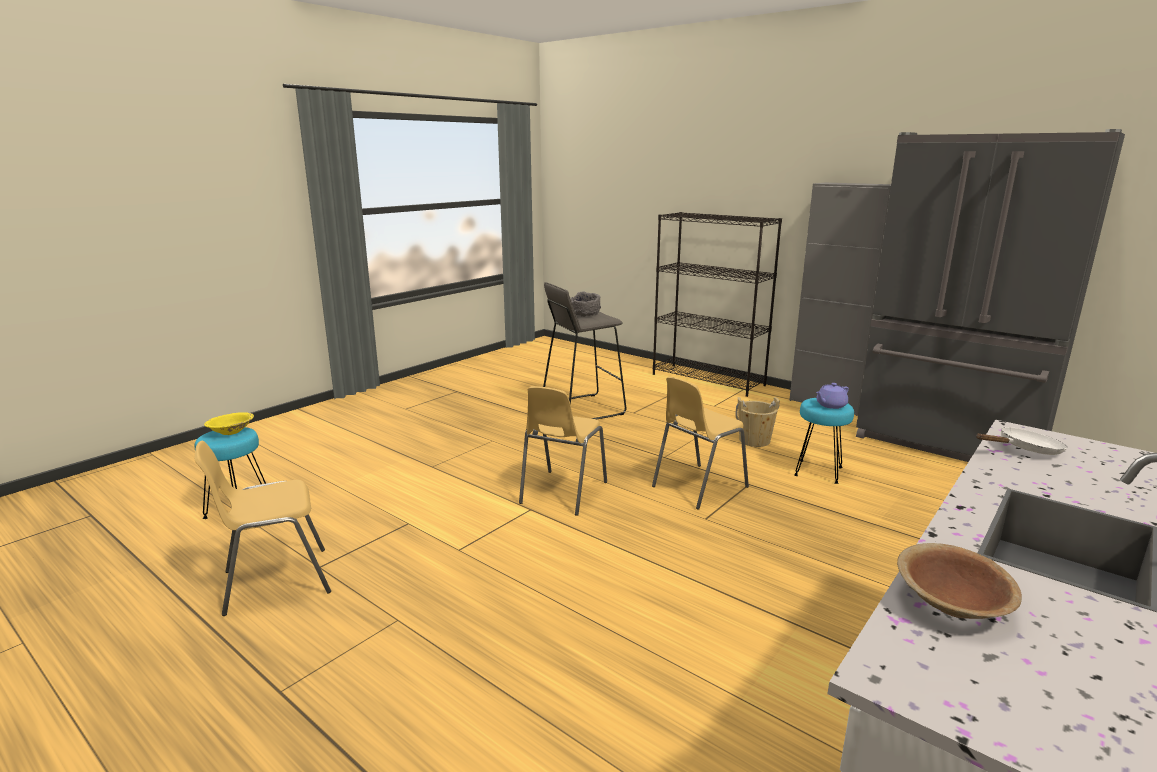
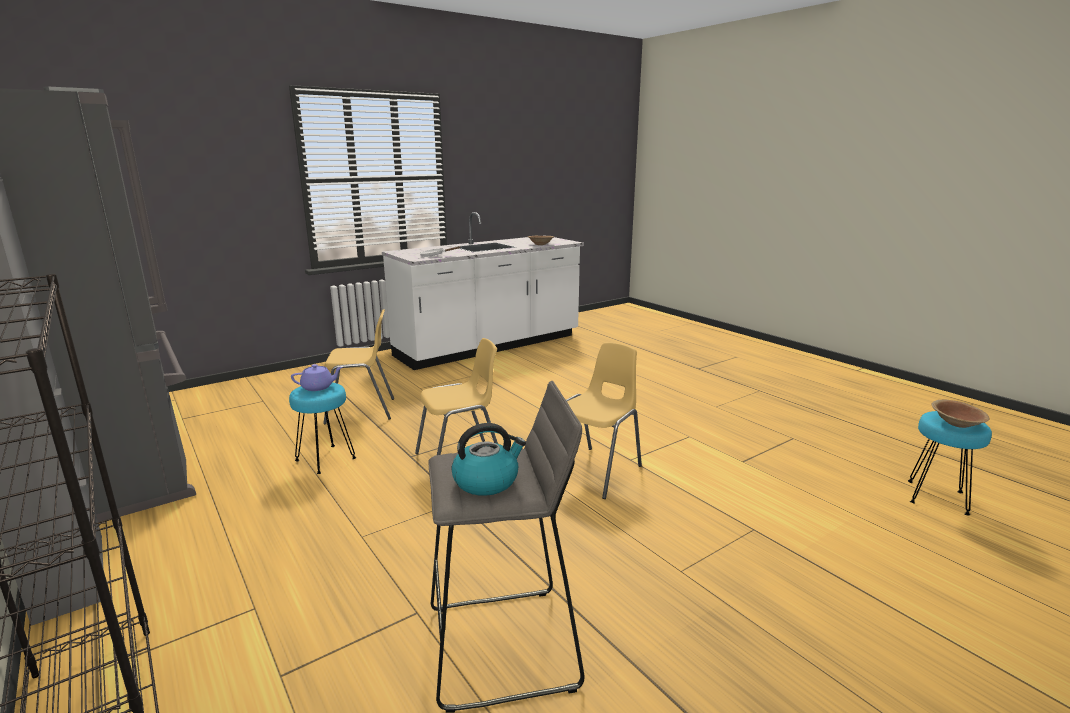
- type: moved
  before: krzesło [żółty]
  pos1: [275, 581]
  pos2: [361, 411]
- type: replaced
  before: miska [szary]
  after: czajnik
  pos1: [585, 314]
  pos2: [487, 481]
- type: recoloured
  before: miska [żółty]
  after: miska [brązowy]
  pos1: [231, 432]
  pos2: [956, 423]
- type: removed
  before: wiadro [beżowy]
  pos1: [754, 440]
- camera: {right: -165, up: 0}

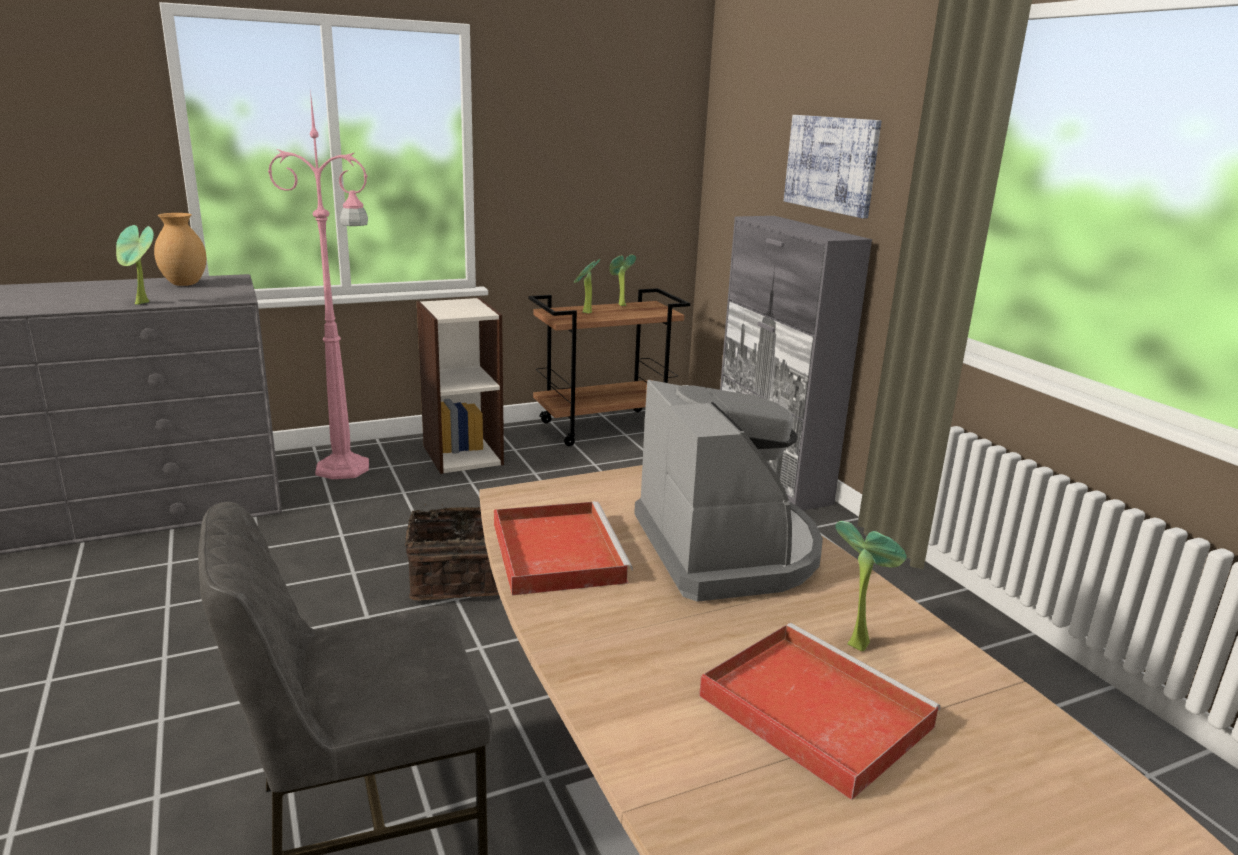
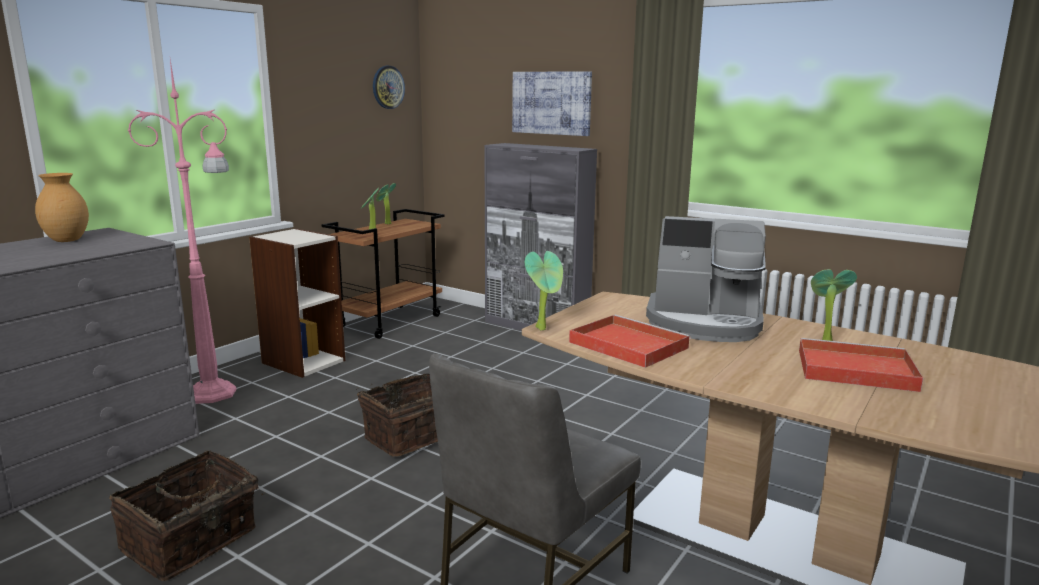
- type: added
  after: koszyk
  pos2: [192, 541]
- type: added
  after: zegar ścienny
  pos2: [388, 87]
- type: moved
  before: roślina doniczkowa
  pos1: [142, 304]
  pos2: [544, 328]
- type: turned
  before: ekspres do kawy
  pos1: [727, 549]
  pos2: [704, 323]
  turn: 150
- camera: {right: -30, up: -5}

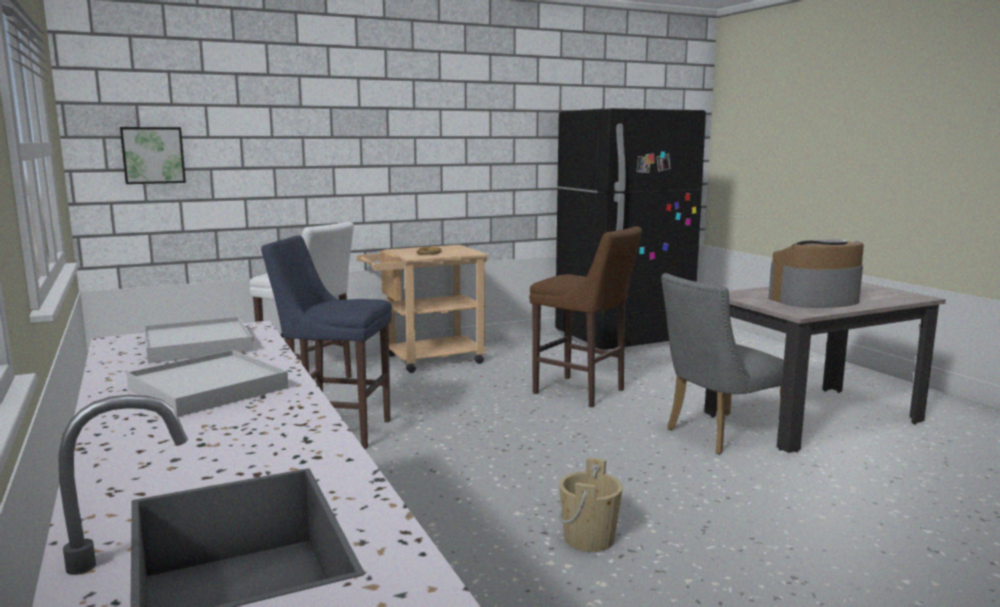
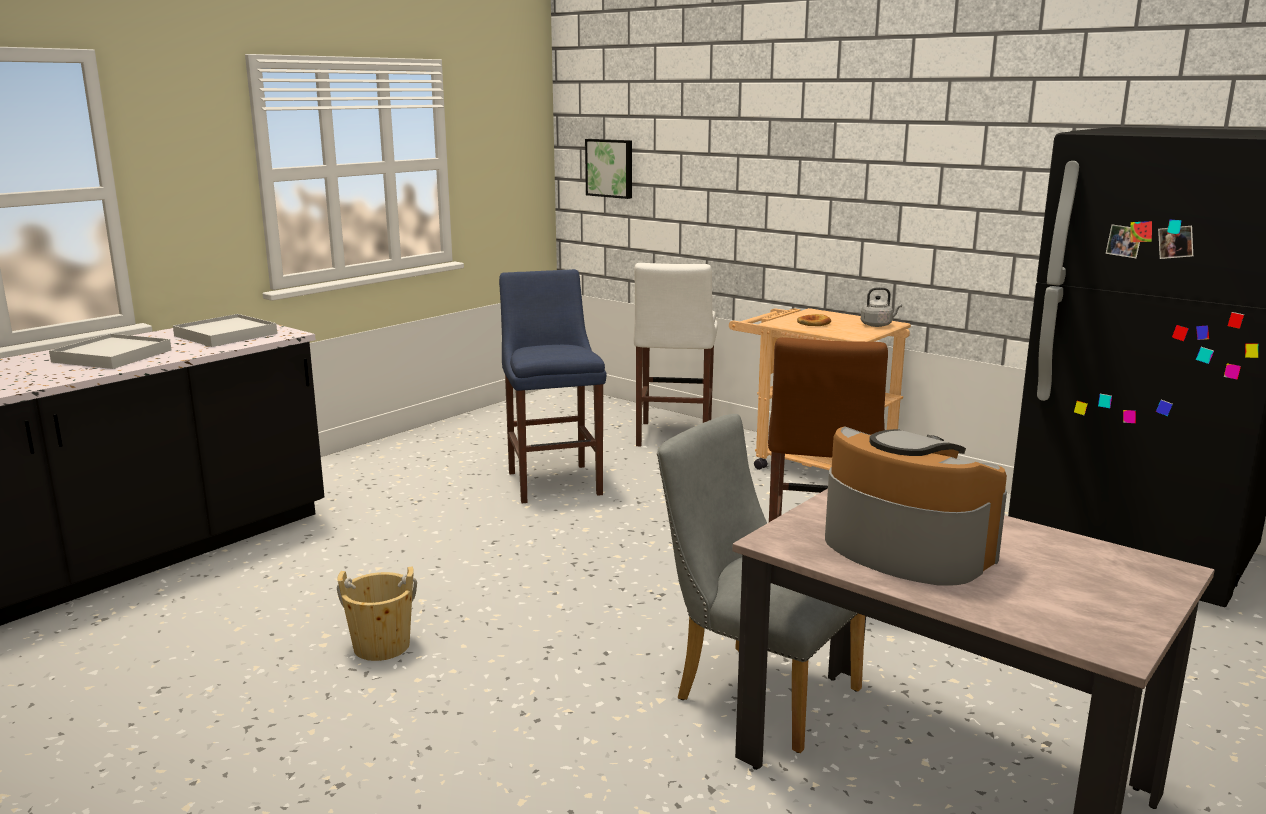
- type: added
  after: czajnik [szary]
  pos2: [878, 325]
- camera: {right: 65, up: 5}

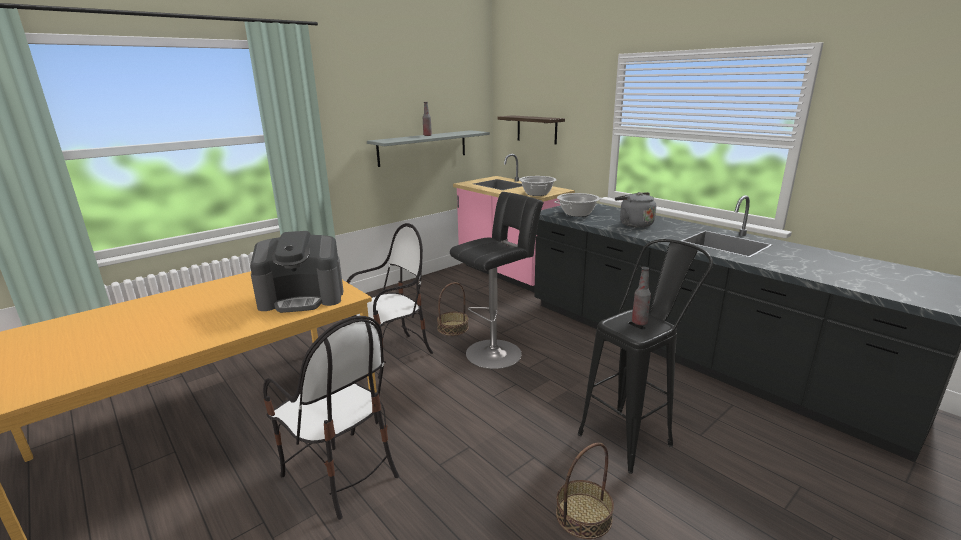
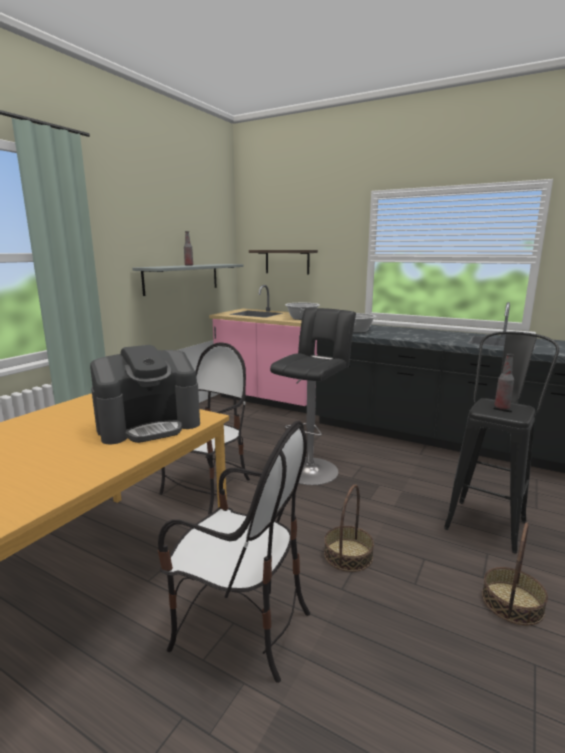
- type: moved
  before: koszyk
  pos1: [453, 328]
  pos2: [348, 555]
- type: removed
  before: czajnik [szary]
  pos1: [634, 224]
- camera: {right: -20, up: -5}

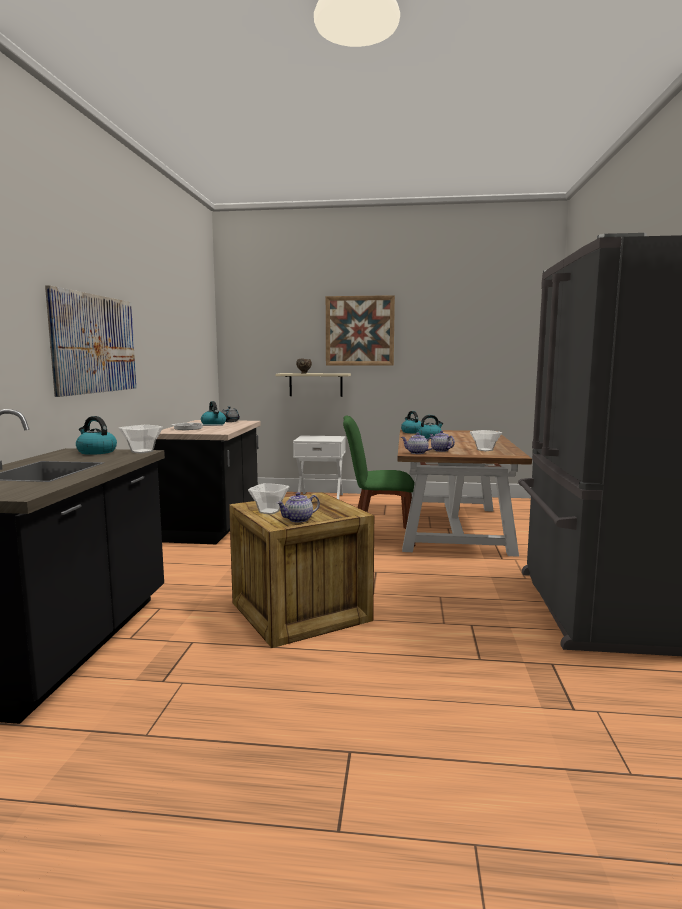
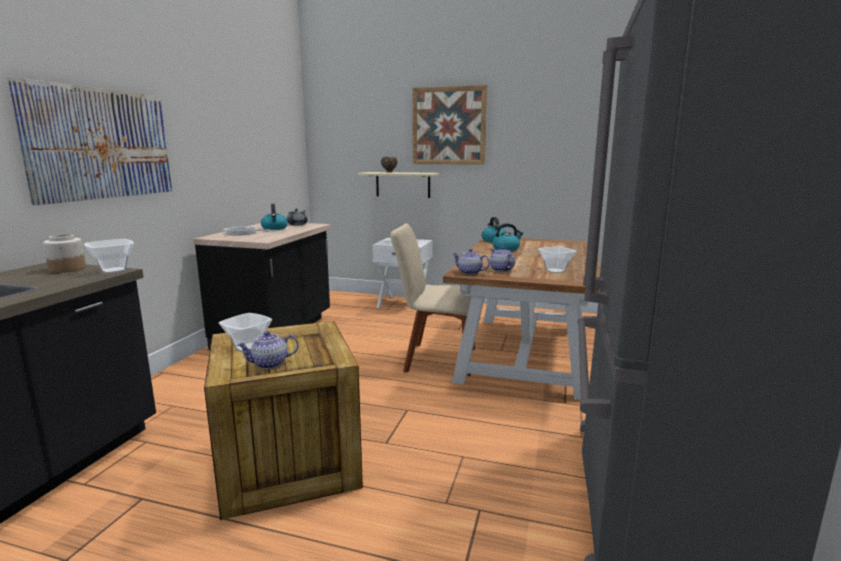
- type: replaced
  before: czajnik
  after: słoik
  pos1: [96, 452]
  pos2: [67, 269]
- type: recoloured
  before: krzesło [zielony]
  after: krzesło [beżowy]
  pos1: [378, 537]
  pos2: [436, 359]
- camera: {right: 10, up: 5}

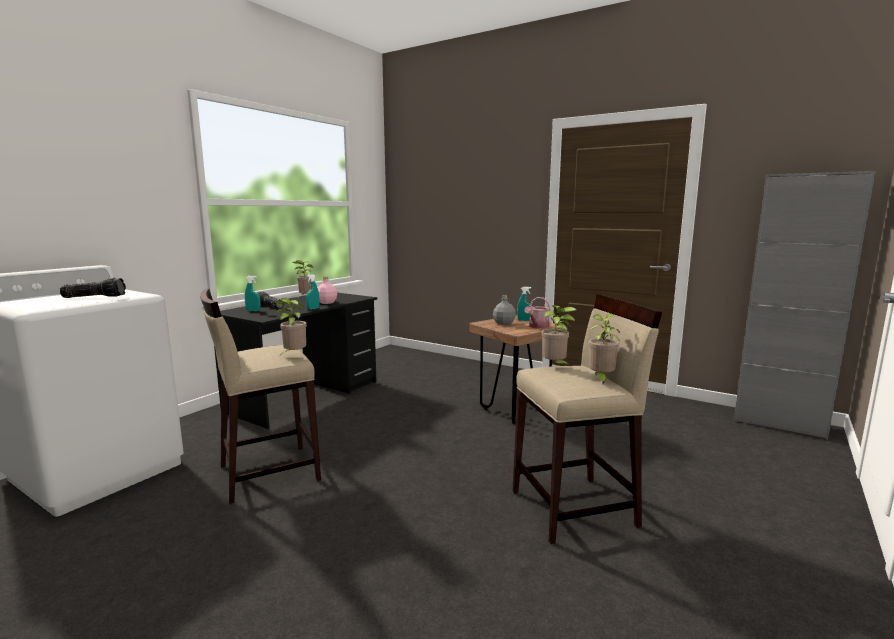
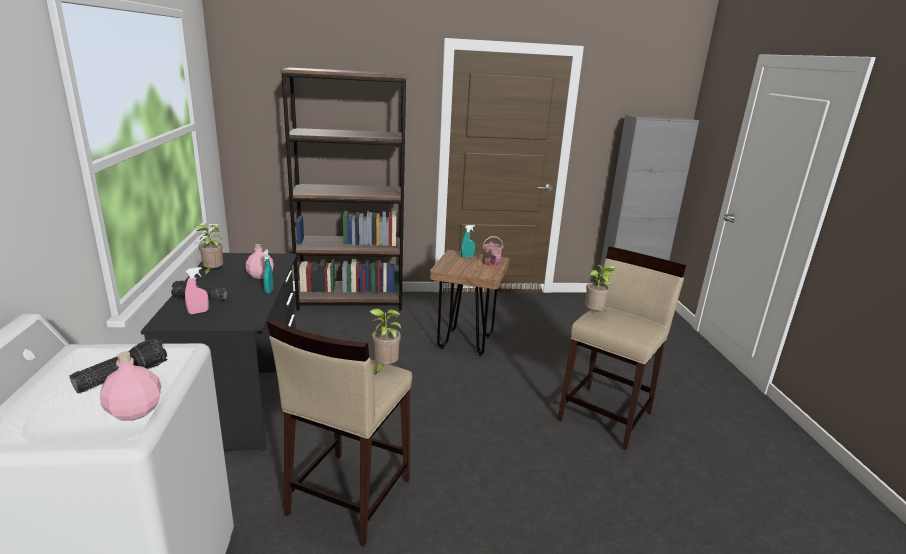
- type: added
  after: butelka [różowy]
  pos2: [134, 411]
- type: recoloured
  before: spryskiwacz [turkusowy]
  after: spryskiwacz [różowy]
  pos1: [253, 310]
  pos2: [198, 312]
- type: added
  after: regał [brązowy]
  pos2: [351, 301]
- type: removed
  before: butelka [szary]
  pos1: [503, 323]
- type: removed
  before: roślina doniczkowa
  pos1: [601, 379]
- camera: {right: -40, up: 10}

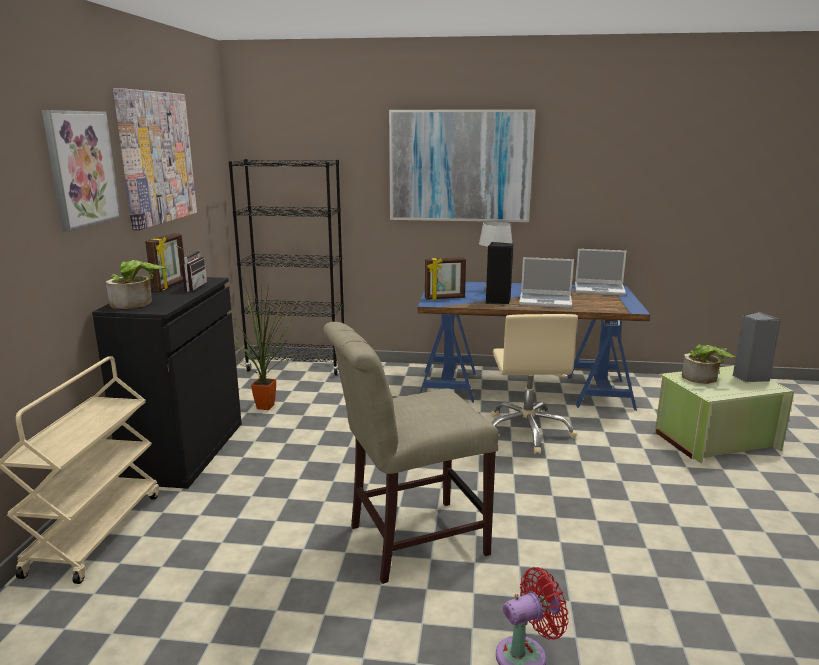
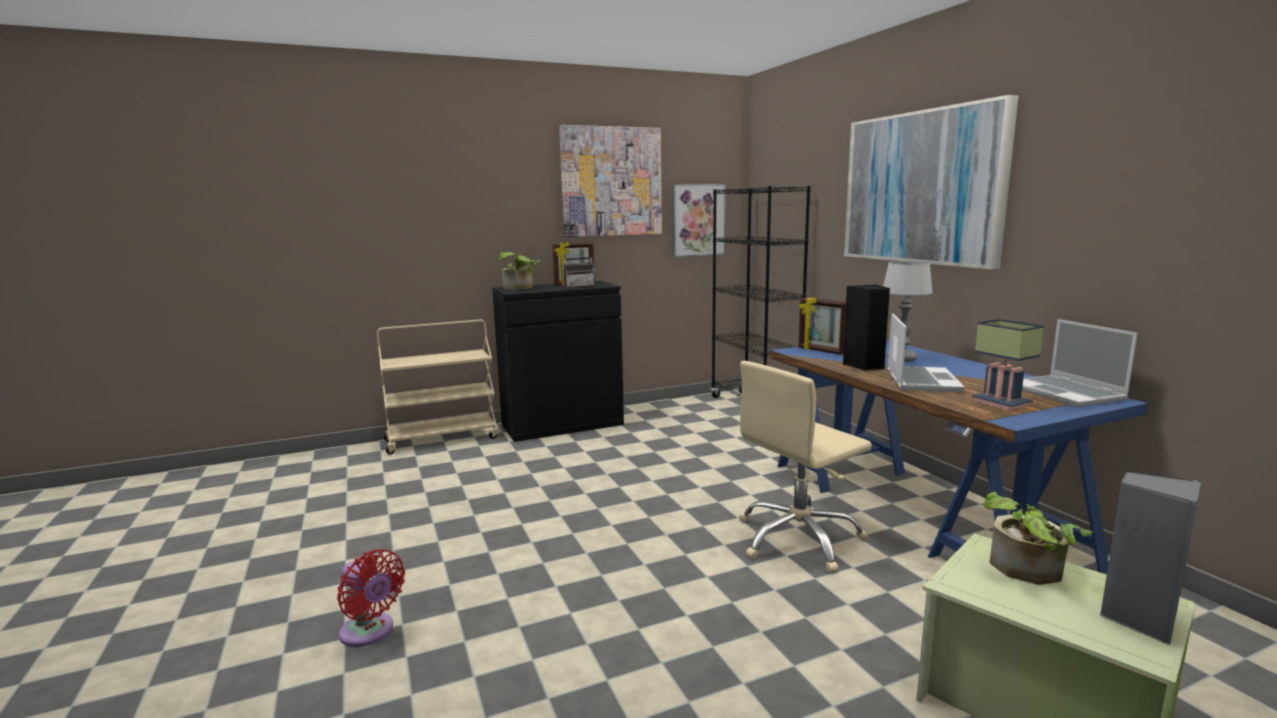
- type: moved
  before: obraz
  pos1: [81, 169]
  pos2: [698, 220]
- type: turned
  before: laptop
  pos1: [546, 301]
  pos2: [921, 380]
  turn: -150
- type: added
  after: lampa stołowa
  pos2: [998, 403]
- type: removed
  before: roślina doniczkowa
  pos1: [267, 406]
- type: removed
  before: krzesło [beżowy]
  pos1: [409, 541]
- camera: {right: 60, up: -5}

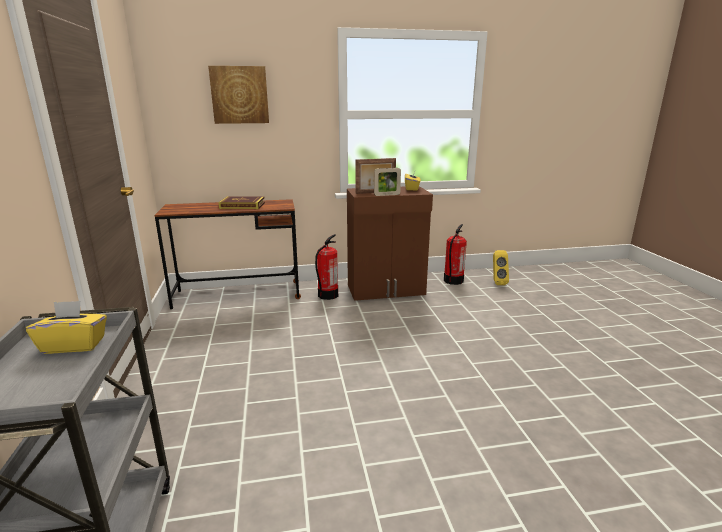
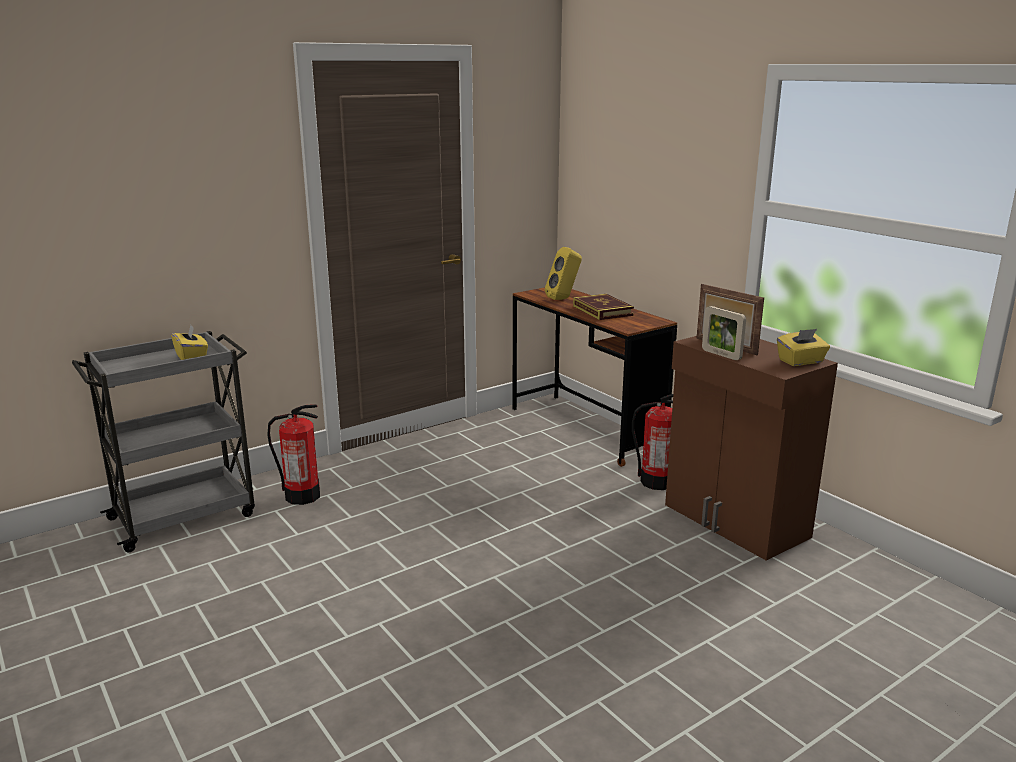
- type: moved
  before: gaśnica
  pos1: [453, 281]
  pos2: [302, 496]
- type: moved
  before: głośnik [żółty]
  pos1: [497, 282]
  pos2: [564, 299]
- type: removed
  before: obraz
  pos1: [239, 95]
- camera: {right: 65, up: 0}

